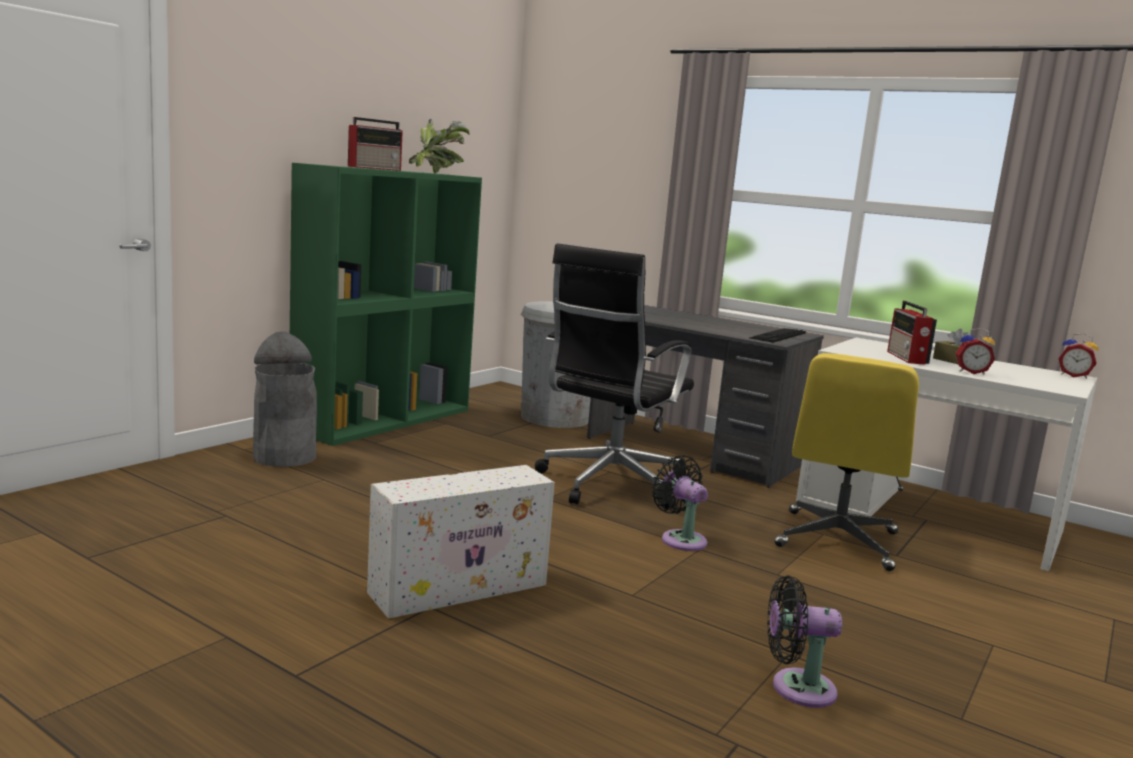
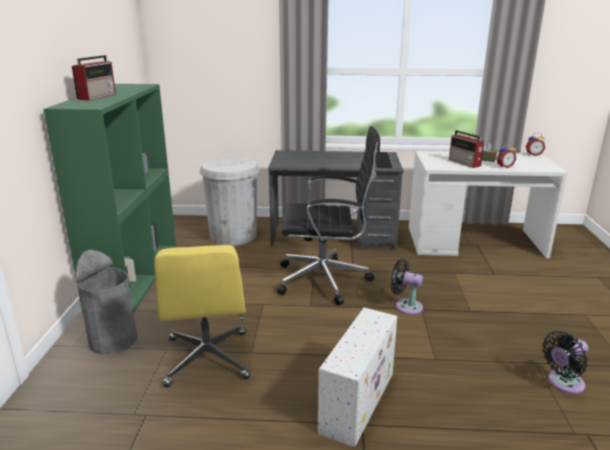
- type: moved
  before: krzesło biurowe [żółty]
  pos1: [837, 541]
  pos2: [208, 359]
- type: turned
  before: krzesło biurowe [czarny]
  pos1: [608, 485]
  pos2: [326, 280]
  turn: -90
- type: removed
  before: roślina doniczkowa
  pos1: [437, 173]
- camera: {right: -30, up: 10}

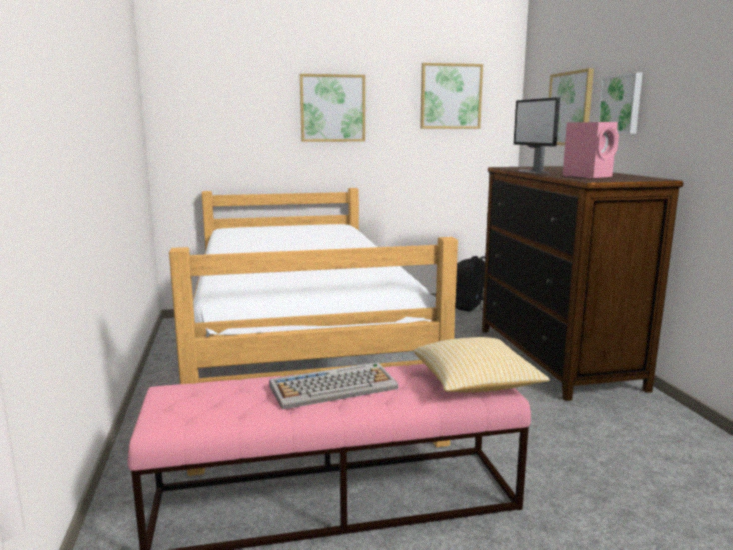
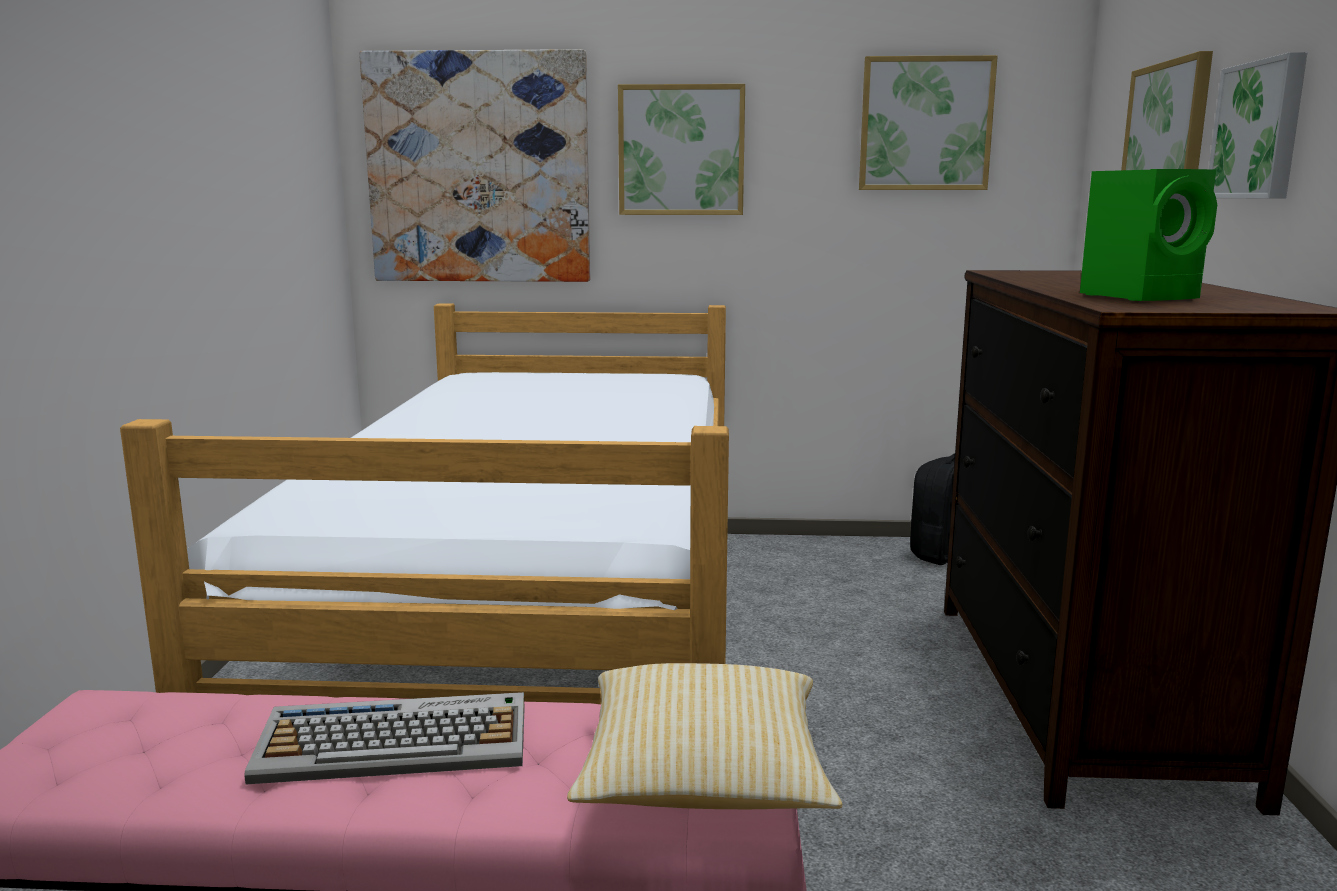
- type: added
  after: obraz
  pos2: [479, 169]
- type: recoloured
  before: głośnik [różowy]
  after: głośnik [zielony]
  pos1: [588, 176]
  pos2: [1142, 296]
- type: removed
  before: monitor
  pos1: [533, 171]
- camera: {right: 15, up: 0}

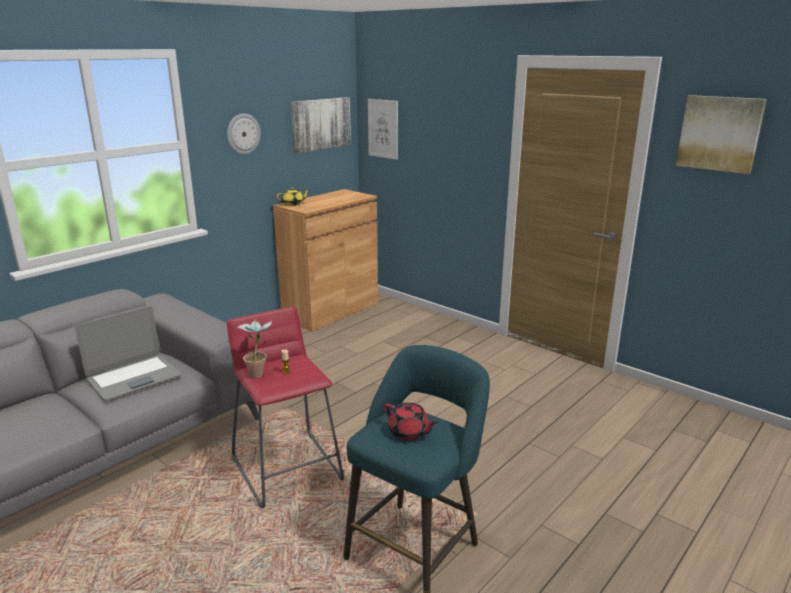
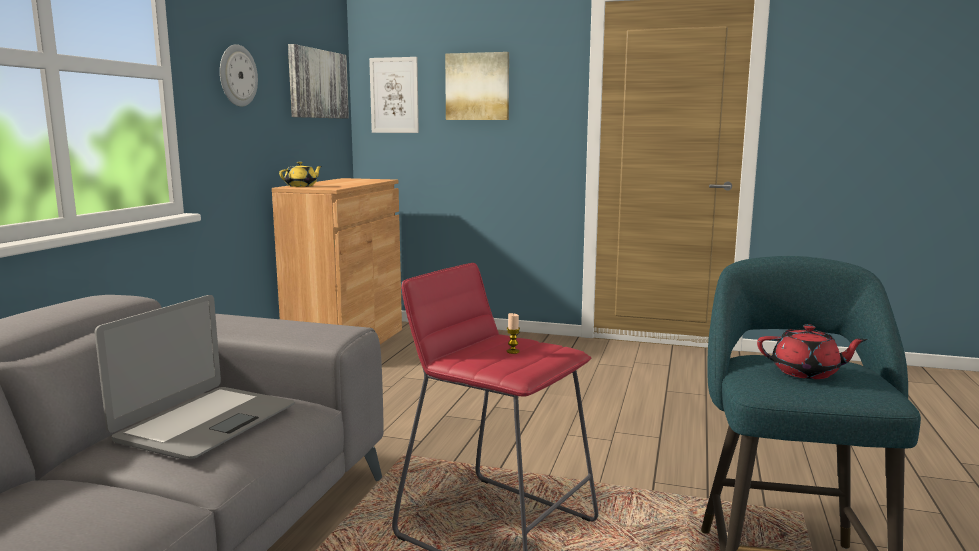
- type: moved
  before: obraz
  pos1: [719, 133]
  pos2: [477, 86]
- type: removed
  before: roślina doniczkowa
  pos1: [259, 372]
- camera: {right: -25, up: -10}

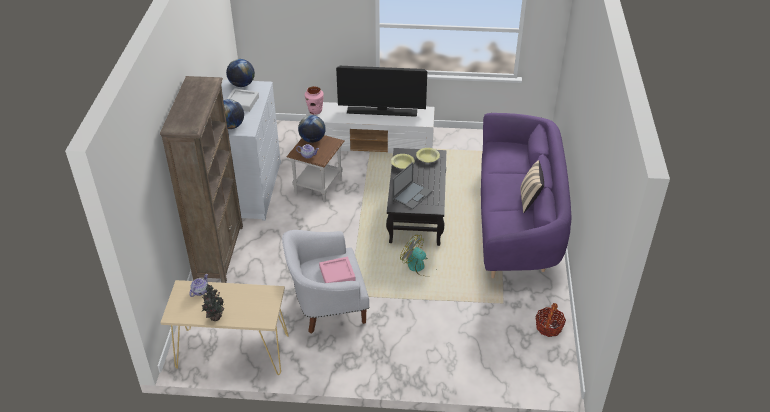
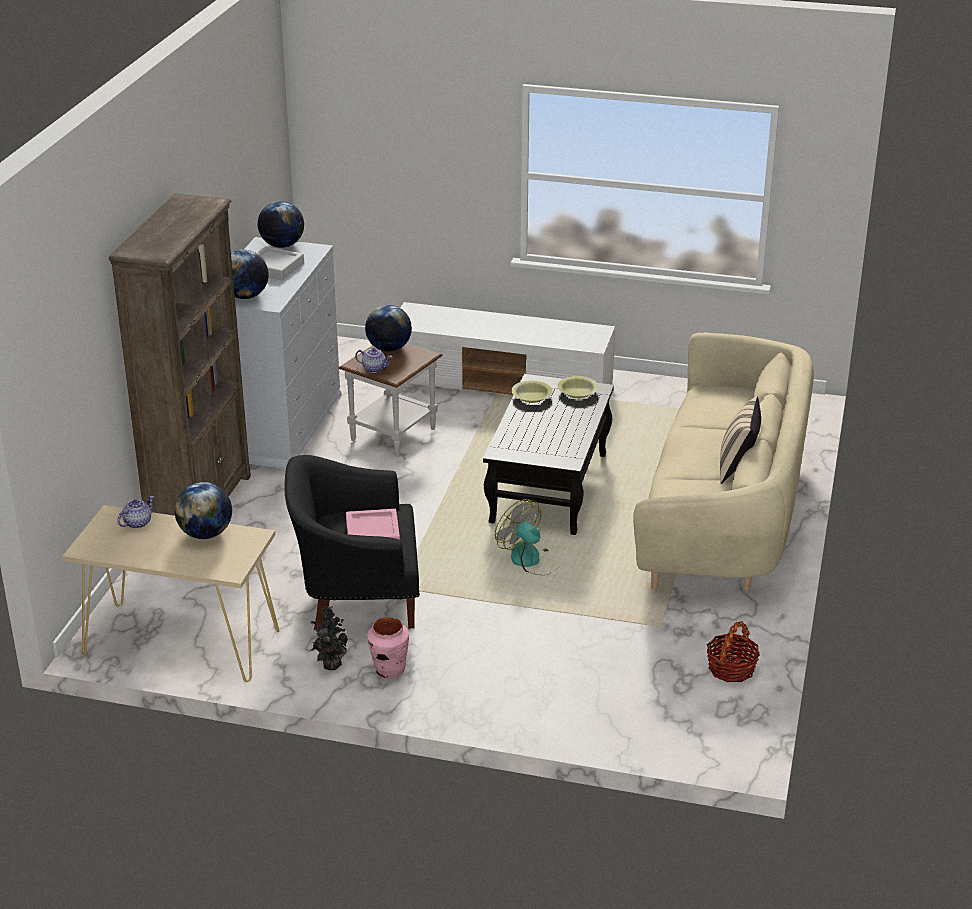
- type: added
  after: globus
  pos2: [206, 534]
- type: recoloured
  before: fotel [biały]
  after: fotel [czarny]
  pos1: [327, 306]
  pos2: [356, 598]
- type: moved
  before: roślina doniczkowa
  pos1: [214, 317]
  pos2: [330, 665]
- type: moved
  before: wazon [różowy]
  pos1: [315, 111]
  pos2: [389, 670]
- type: recoloured
  before: kanapa [fioletowy]
  after: kanapa [beżowy]
  pos1: [517, 221]
  pos2: [723, 514]
- type: removed
  before: telewizor
  pos1: [382, 111]
- type: removed
  before: laptop
  pos1: [412, 195]
- camera: {right: 10, up: -10}

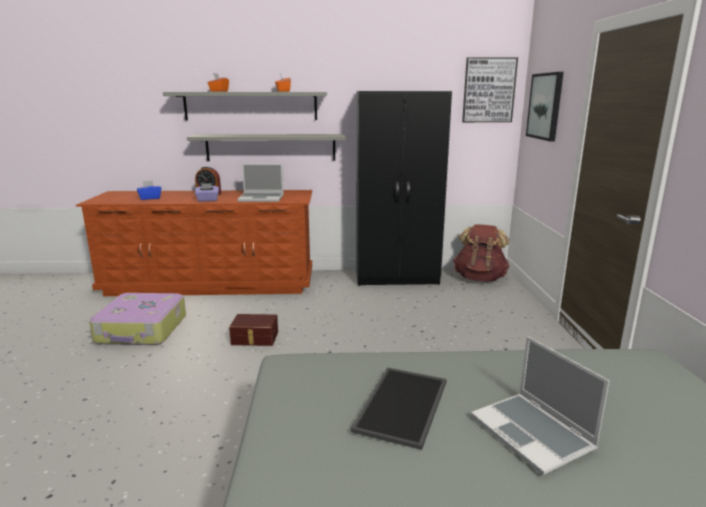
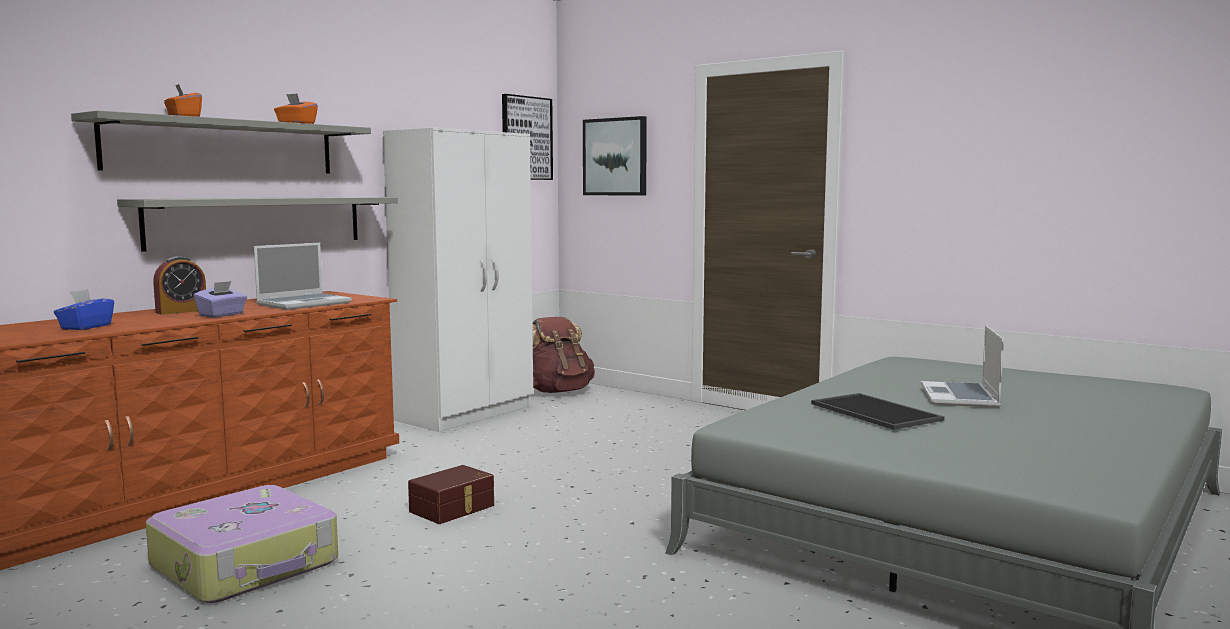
- type: recoloured
  before: szafa [czarny]
  after: szafa [biały]
  pos1: [397, 277]
  pos2: [467, 413]
- type: turned
  before: laptop
  pos1: [533, 434]
  pos2: [960, 397]
  turn: 90
- camera: {right: -50, up: -10}

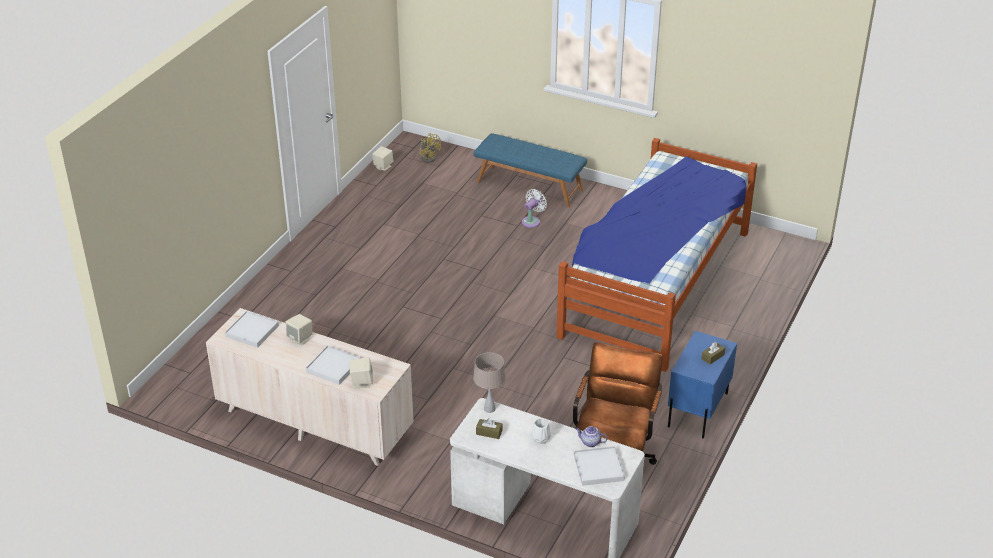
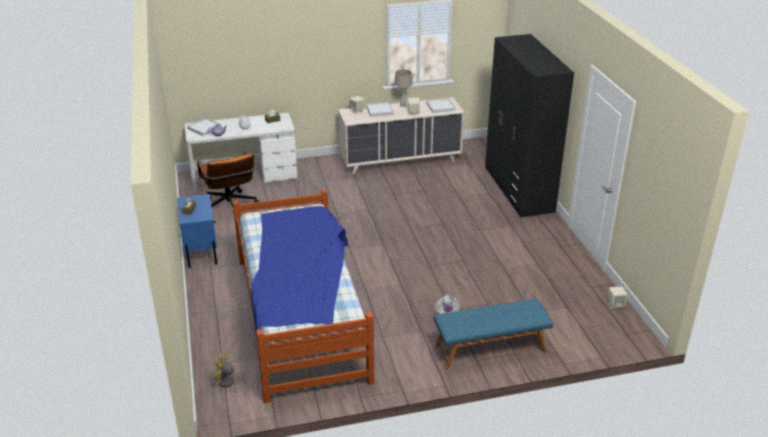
- type: moved
  before: wentylator [żółty]
  pos1: [429, 157]
  pos2: [228, 384]
- type: moved
  before: lampa stołowa [beżowy]
  pos1: [489, 409]
  pos2: [402, 105]
- type: added
  after: szafa [czarny]
  pos2: [518, 189]
- camera: {right: 140, up: -5}

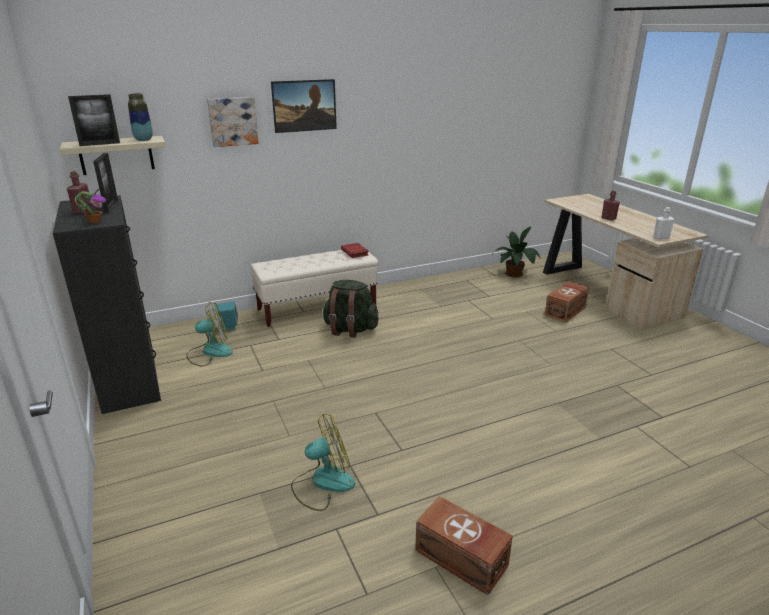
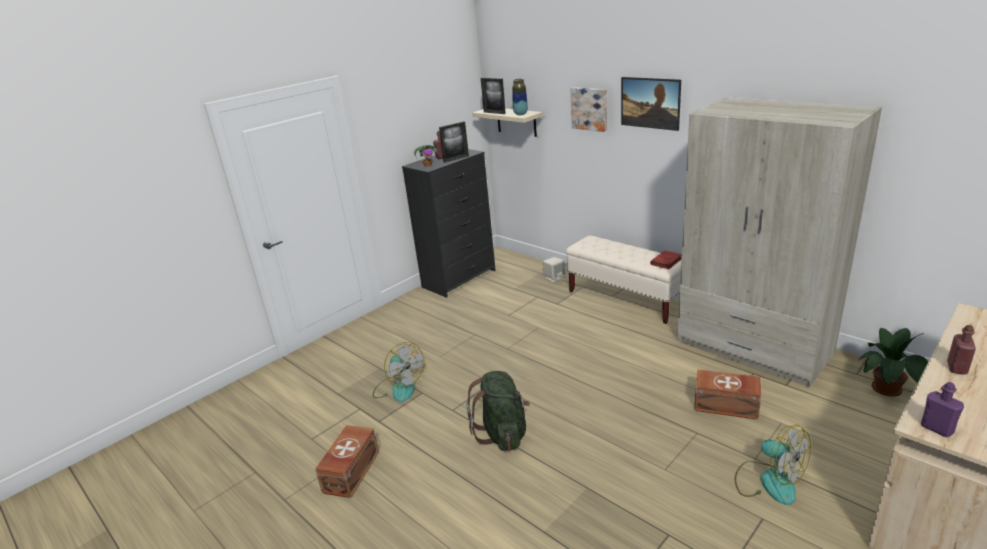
- type: moved
  before: plecak [zielony]
  pos1: [350, 329]
  pos2: [503, 434]
- type: recoloured
  before: głośnik [turkusowy]
  after: głośnik [beżowy]
  pos1: [227, 326]
  pos2: [554, 278]
- type: added
  after: szafa [beżowy]
  pos2: [754, 347]
- type: moved
  before: pojemnik do przechowywania [brązowy]
  pos1: [566, 311]
  pos2: [726, 406]
- type: moved
  before: wentylator
  pos1: [209, 352]
  pos2: [768, 481]
- type: recoloured
  before: butelka [biały]
  after: butelka [fioletowy]
  pos1: [661, 237]
  pos2: [937, 429]
- camera: {right: 70, up: 0}

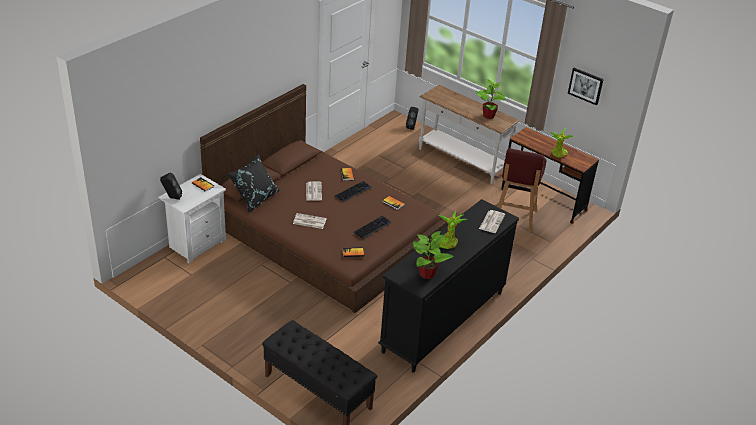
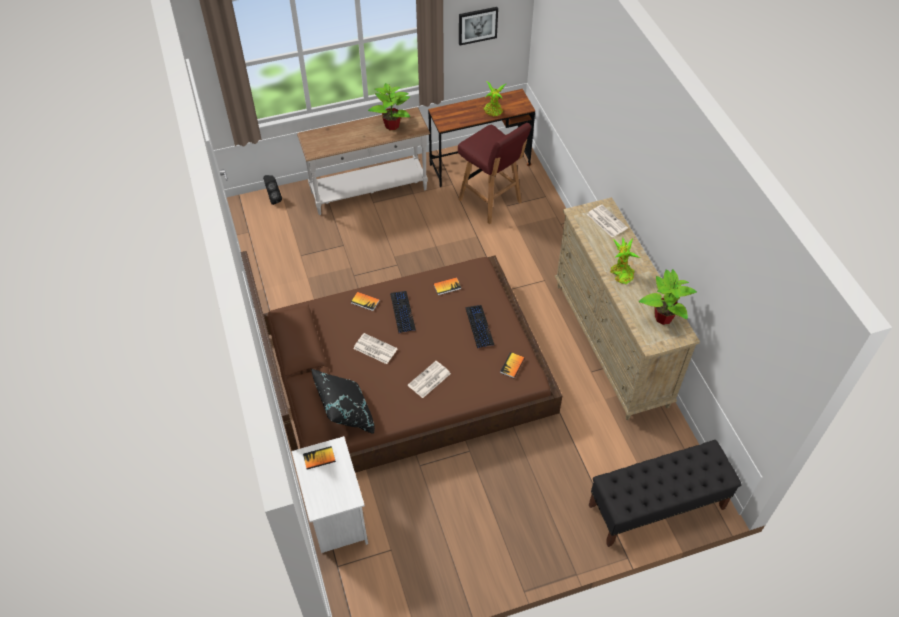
- type: recoloured
  before: komoda [czarny]
  after: komoda [beżowy]
  pos1: [443, 322]
  pos2: [610, 344]
- type: removed
  before: głośnik [czarny]
  pos1: [172, 198]
- camera: {right: -55, up: 15}

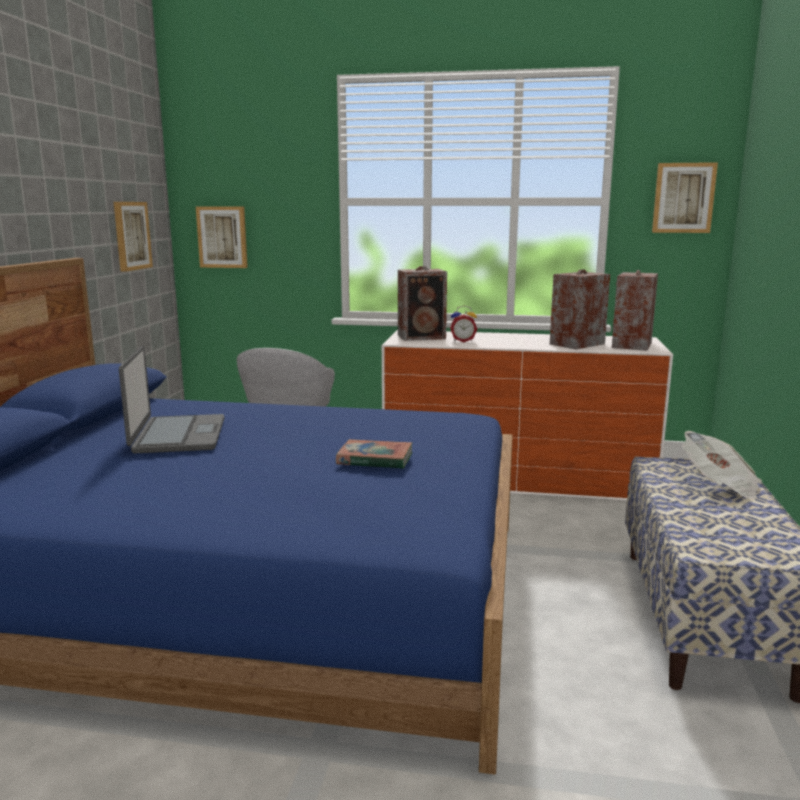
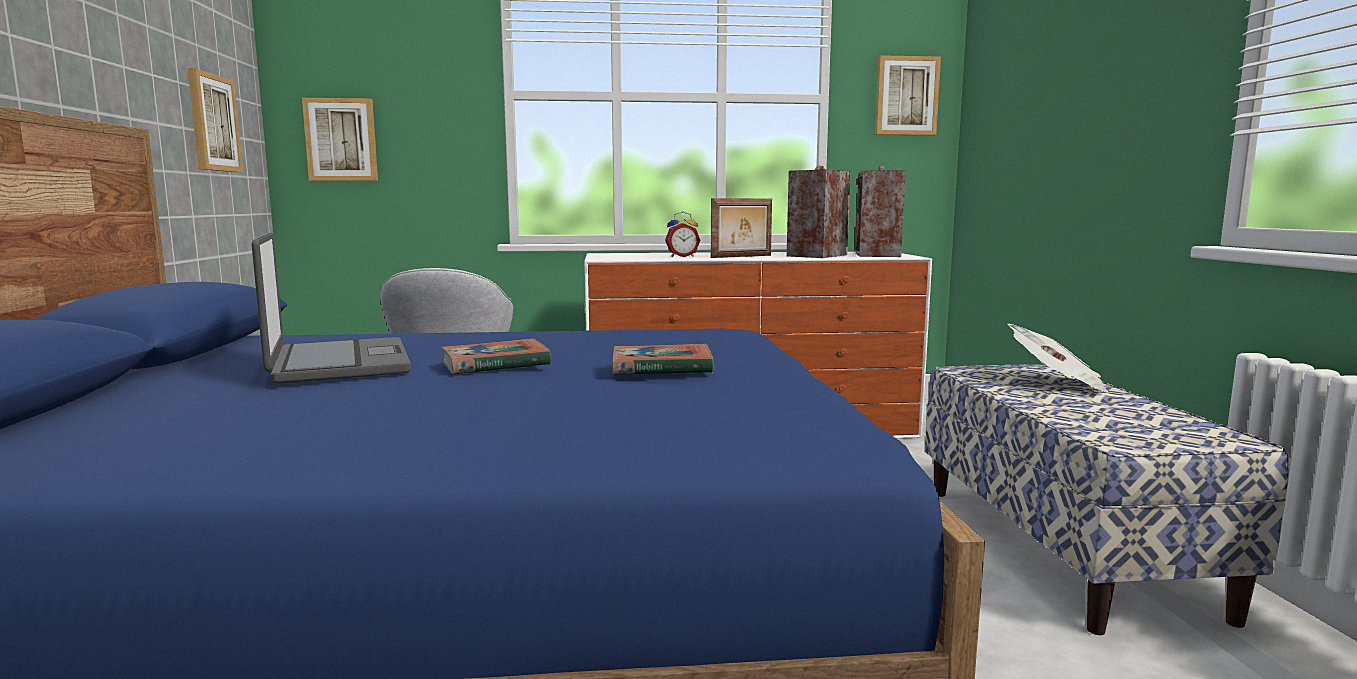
- type: added
  after: książka
  pos2: [495, 364]
- type: added
  after: ramka na zdjęcie
  pos2: [742, 256]
- type: removed
  before: głośnik
  pos1: [423, 337]
- camera: {right: -15, up: -5}

